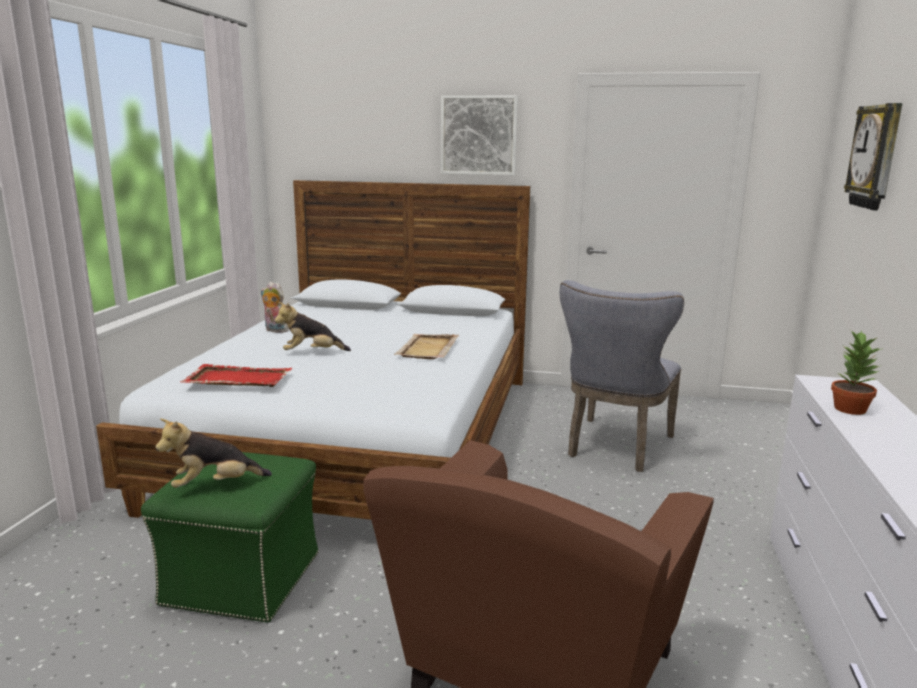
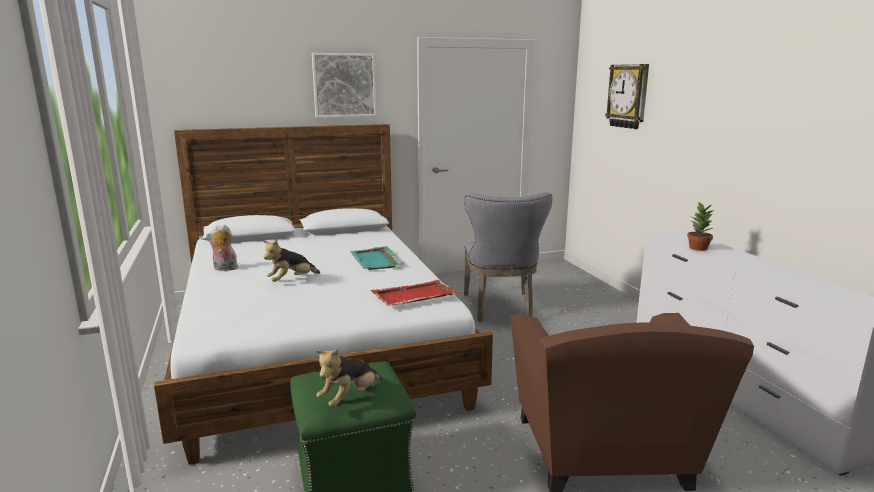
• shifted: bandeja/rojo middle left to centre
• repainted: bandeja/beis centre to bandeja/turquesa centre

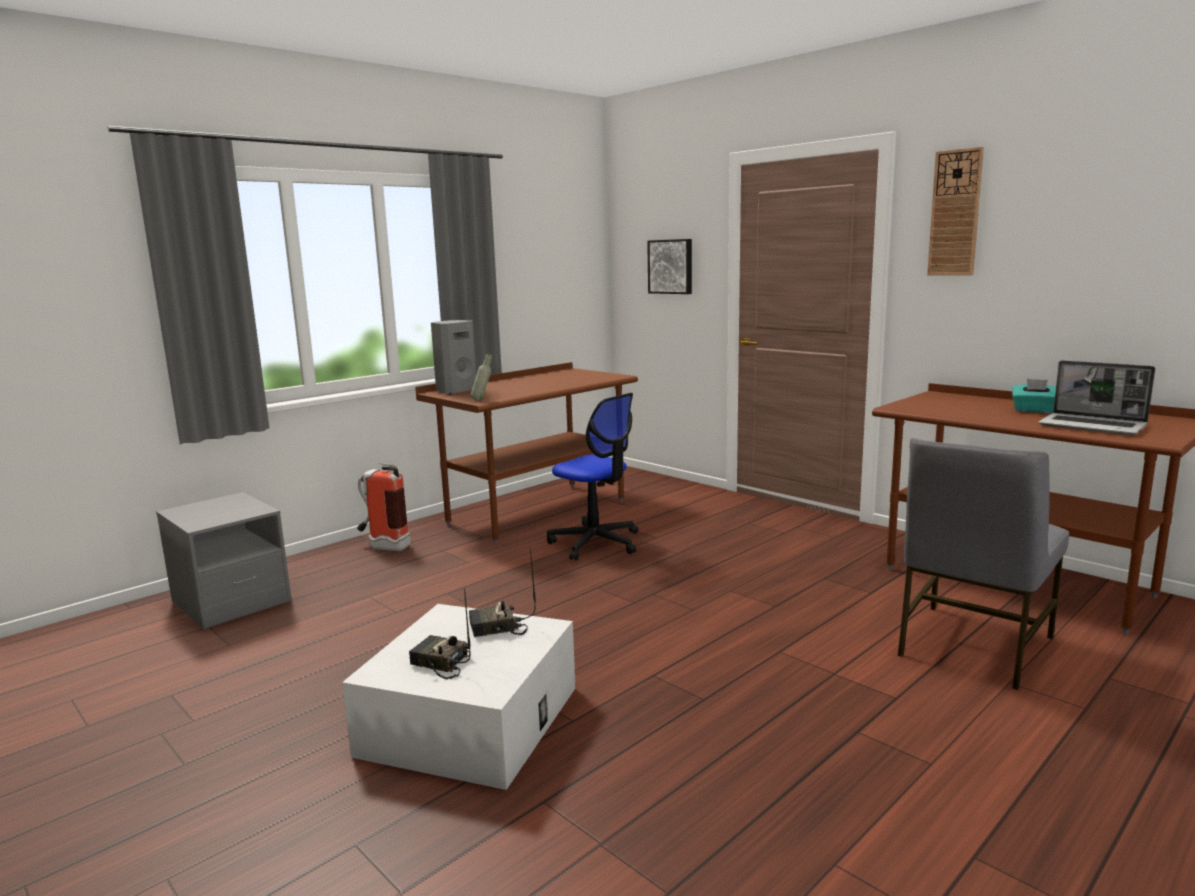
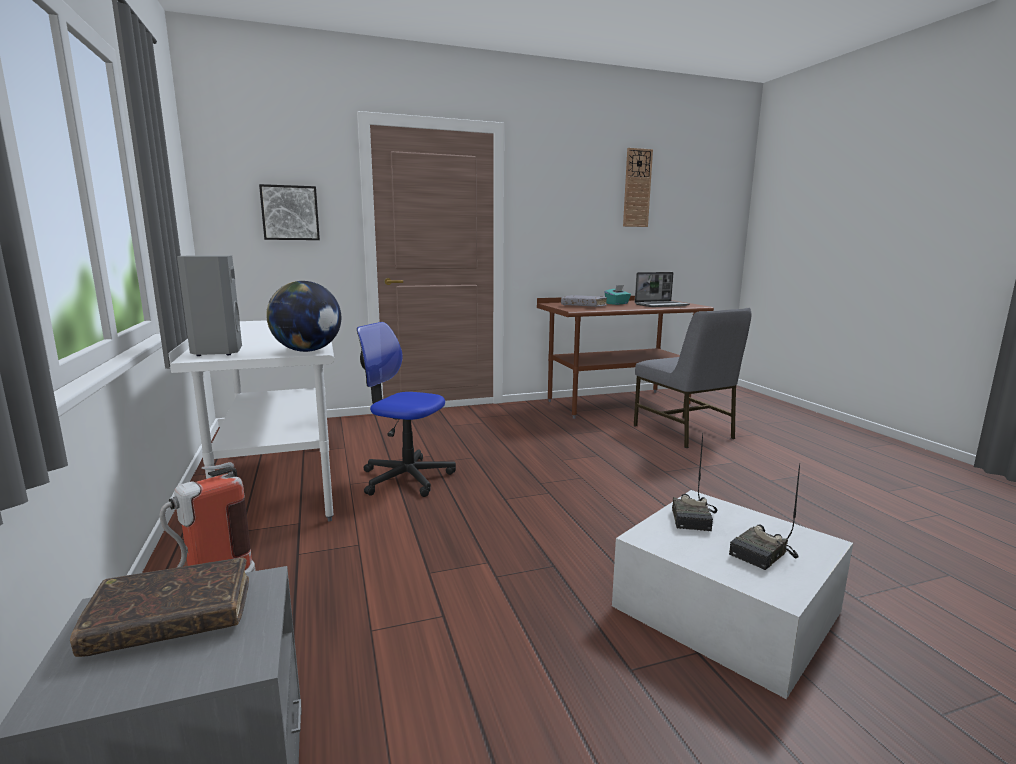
• new: libro/marrón bottom left
• new: libro/gris centre
• shifted: reloj de pared top right to top centre
• swapped: botella/gris centre to globo terráqueo middle left
• repainted: escritorio/marrón (no. 1 from left) centre to escritorio/blanco middle left
• rotated: silla de oficina centre = centre 135 degrees counterclockwise

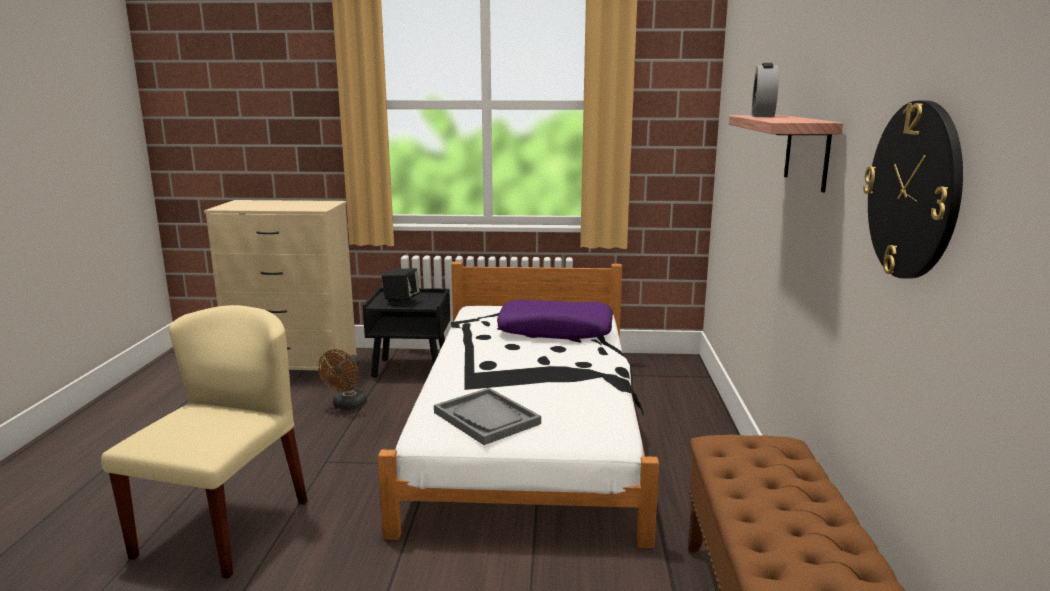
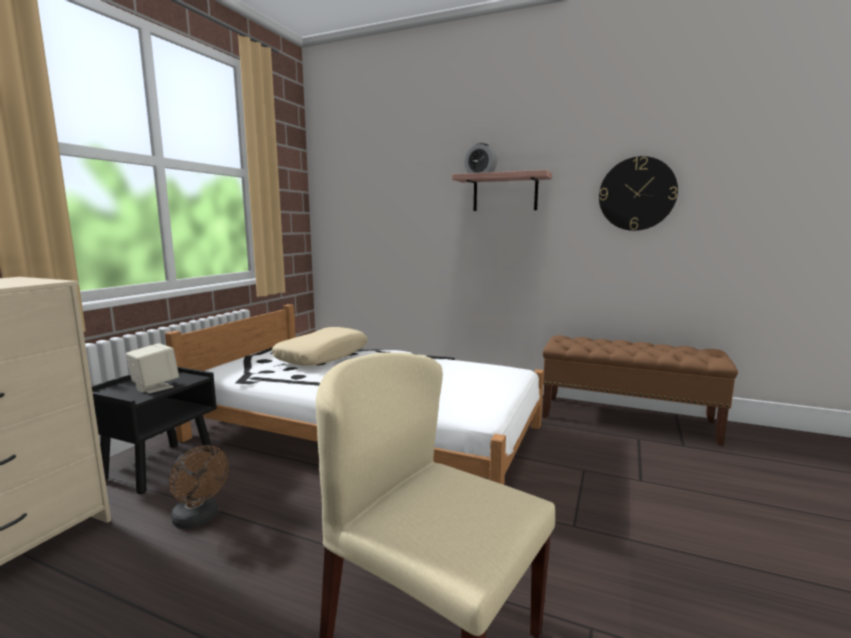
• gone: bandeja/gris bottom centre
• repainted: altavoz/negro centre to altavoz/beis middle left
• repainted: cojín/morado centre to cojín/beis centre

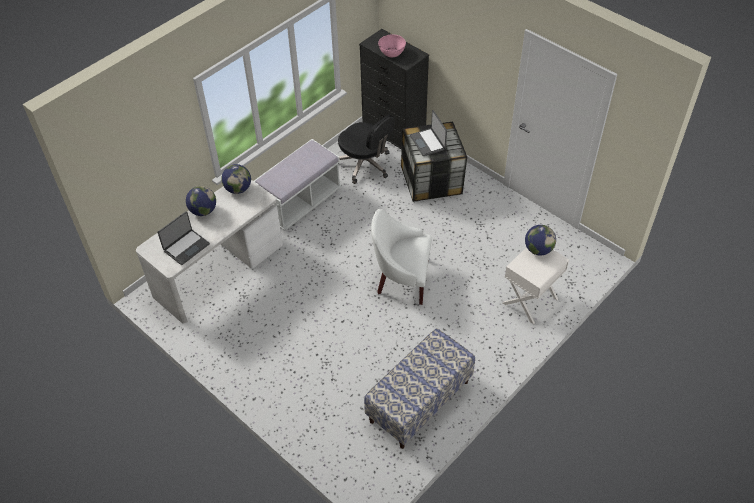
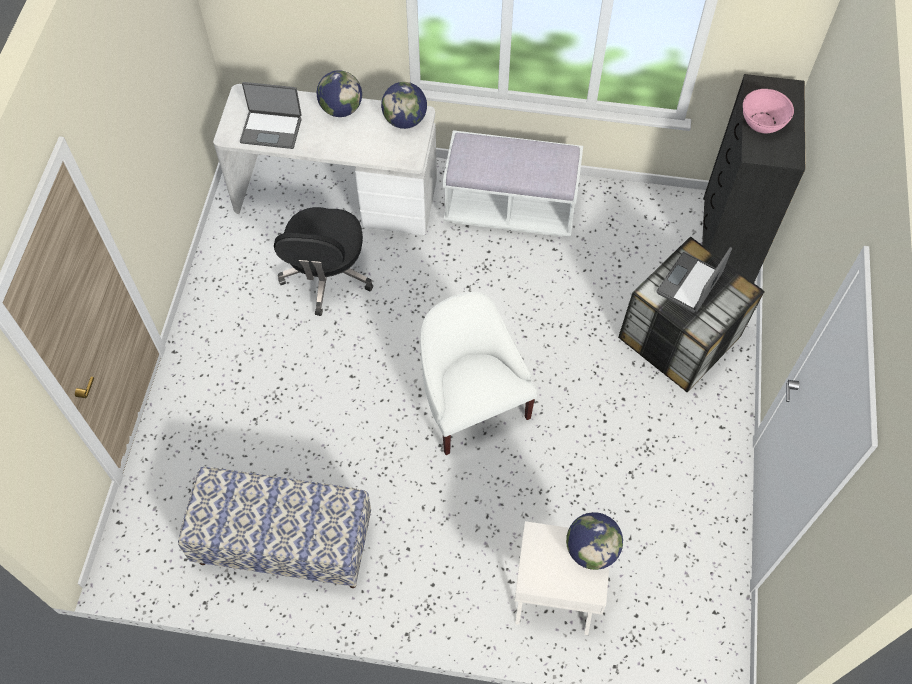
• shifted: silla de oficina/negro top centre to centre

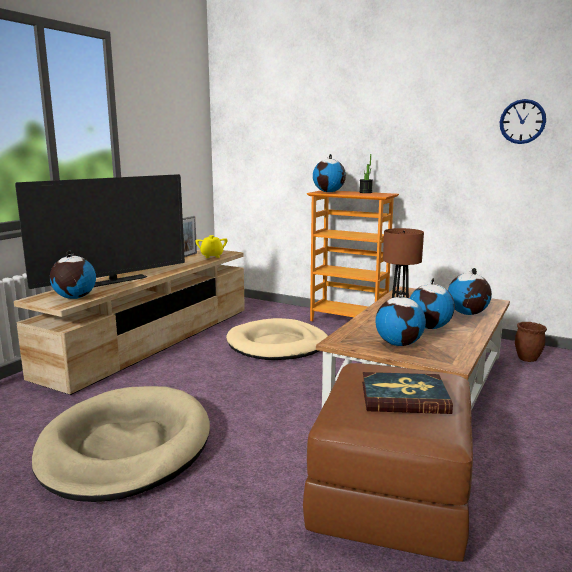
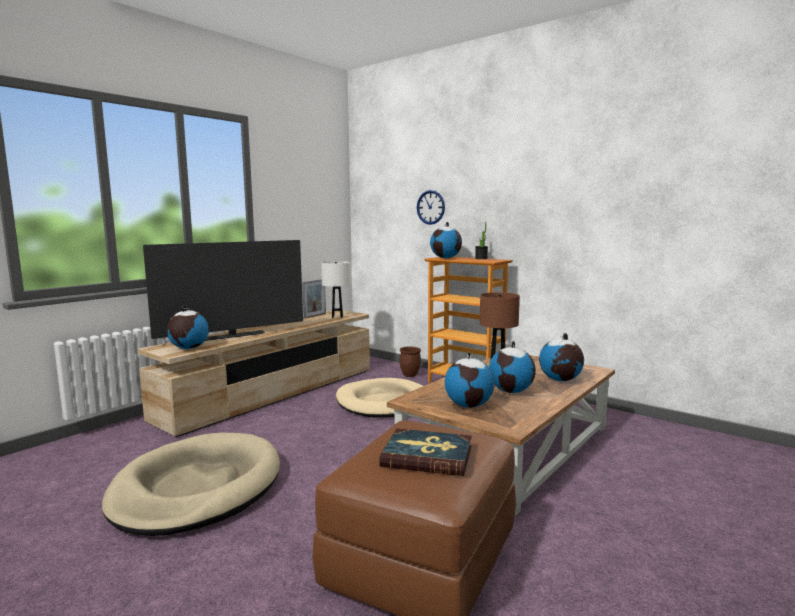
• shifted: reloj de pared top right to centre
• shifted: maceta/marrón middle right to centre
• swapped: tetera/amarillo centre to lámpara de mesa/blanco centre

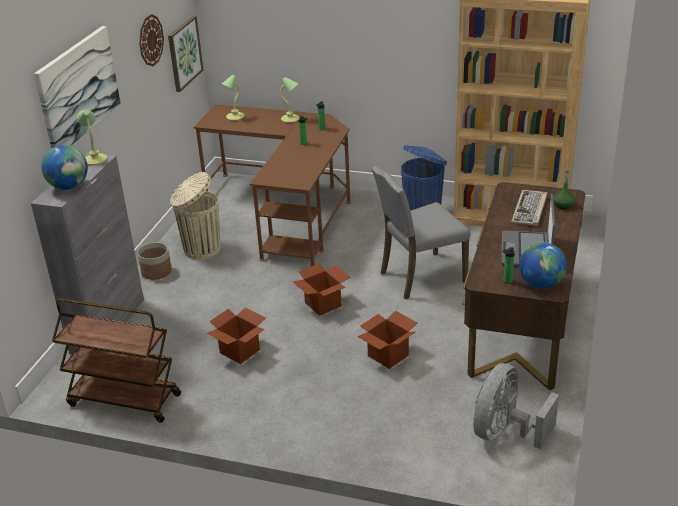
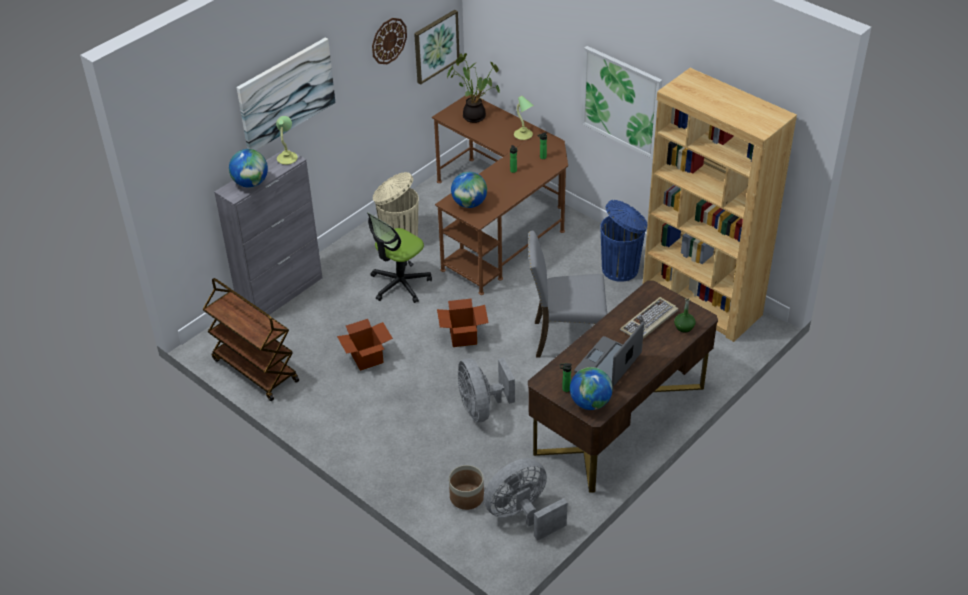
• new: silla de oficina centre
• new: globo terráqueo (no. 2 from left) top centre
• new: cuadro (no. 3 from left) top centre
• shifted: maceta middle left to bottom centre
• swapped: lámpara de mesa (no. 2 from left) top centre to planta en maceta top centre
• swapped: caja de cartón (no. 3 from left) bottom centre to ventilador/gris (no. 1 from left) centre

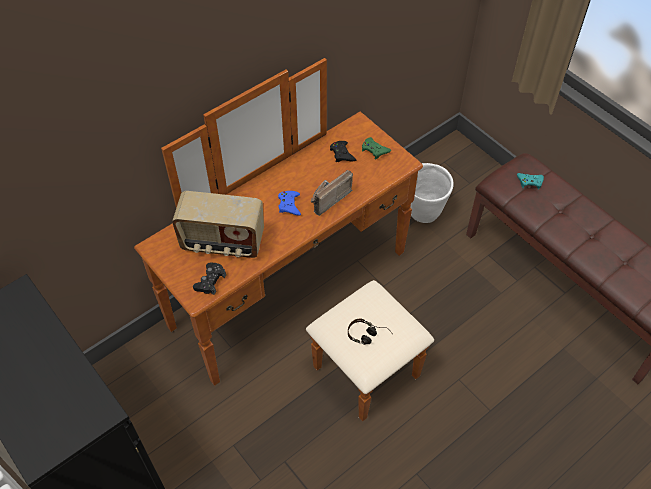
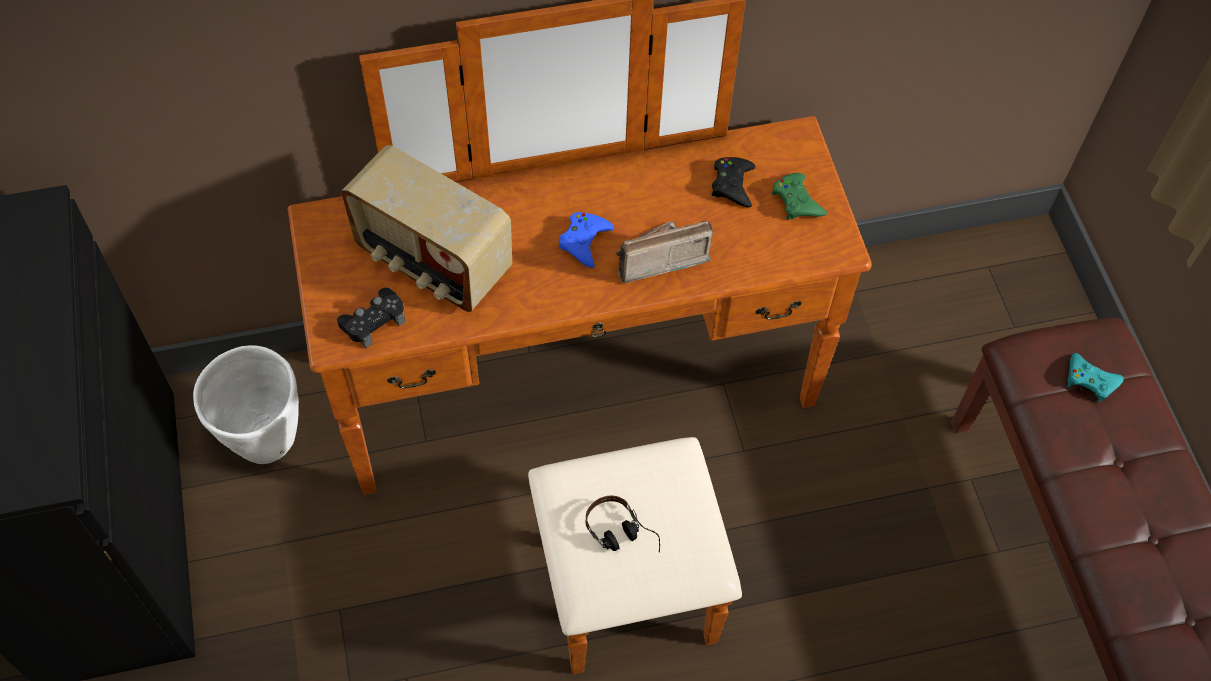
• shifted: maceta/blanco centre to middle left

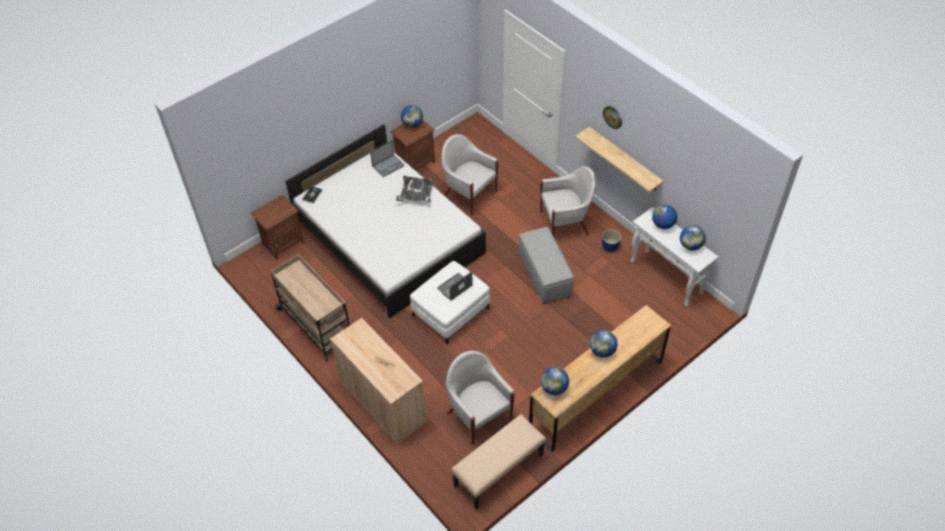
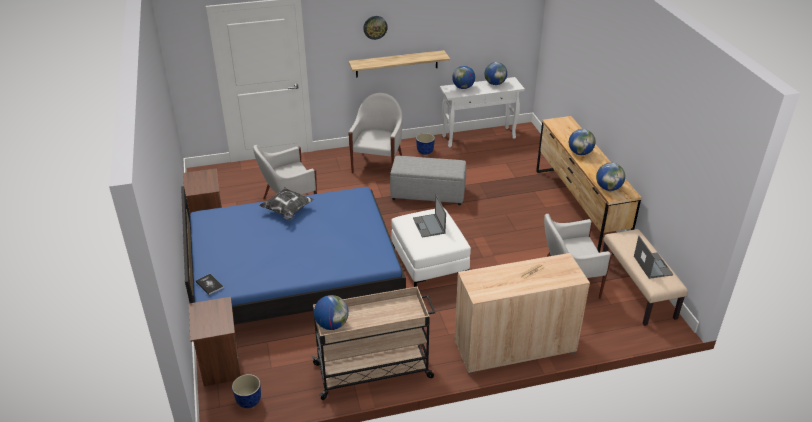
• new: maceta (no. 1 from left) bottom left
• shifted: portátil (no. 1 from left in the first image) top centre to portátil (no. 2 from left) middle right
• shifted: globo terráqueo (no. 1 from left) top centre to bottom centre
• repainted: cama/blanco centre to cama/azul centre

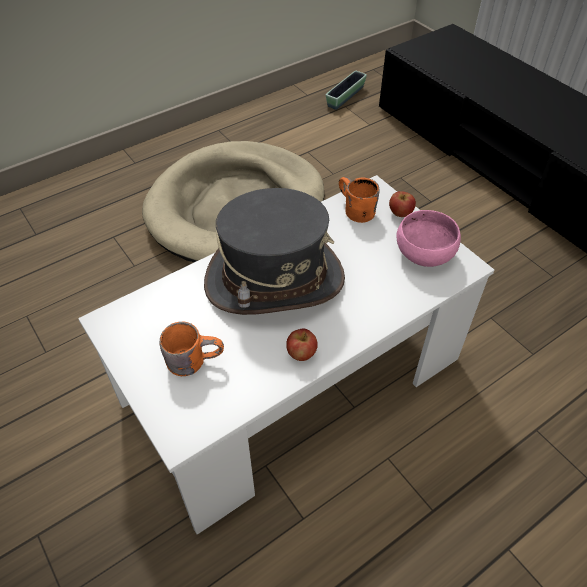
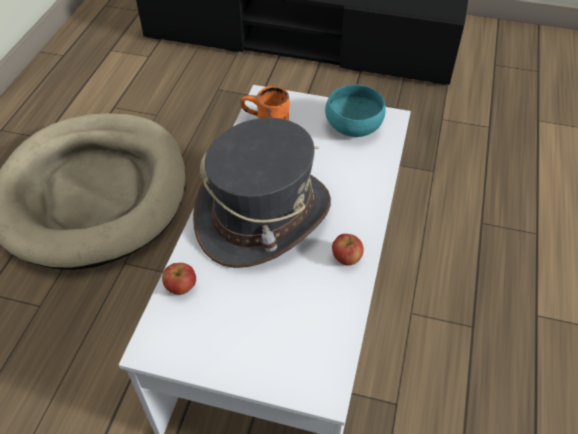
• gone: taza grande/naranja (no. 1 from left) middle left
• gone: maceta top centre
• shifted: manzana (no. 2 from left in the first image) middle right to manzana (no. 1 from left) middle left
• repainted: cuenco/rosa middle right to cuenco/turquesa top centre

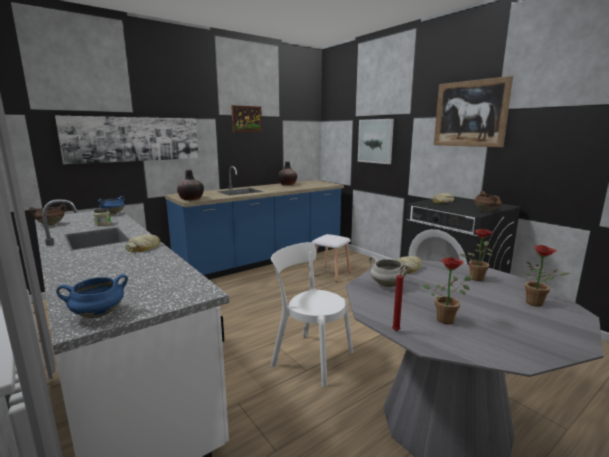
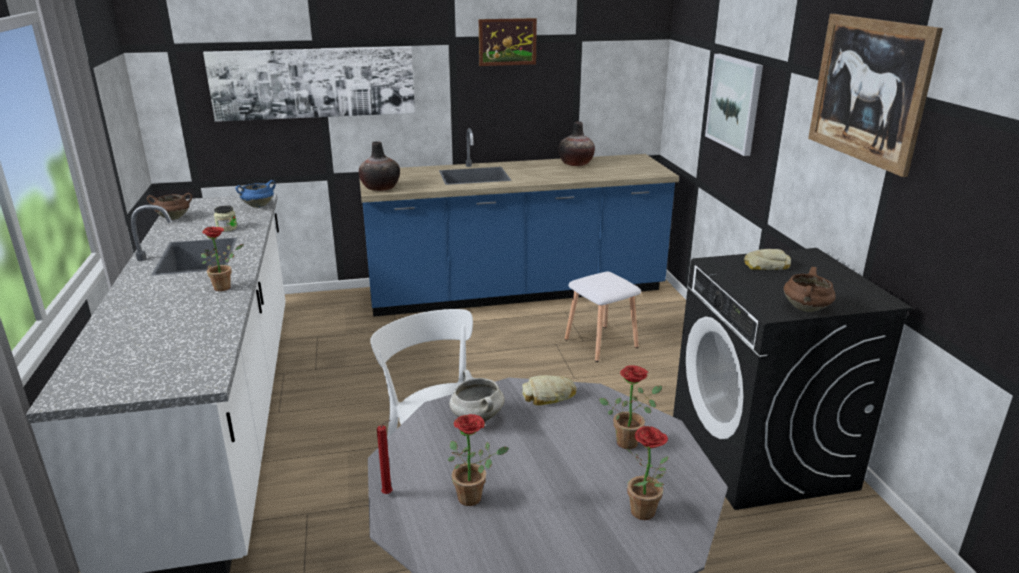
• gone: olla/azul (no. 1 from left) middle left
• swapped: pan (no. 1 from left) middle left to planta en maceta (no. 1 from left) middle left

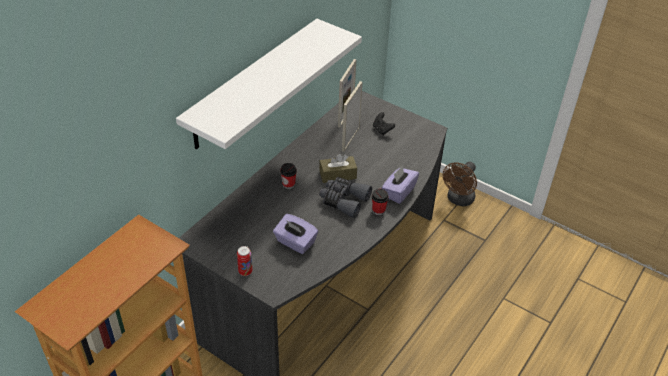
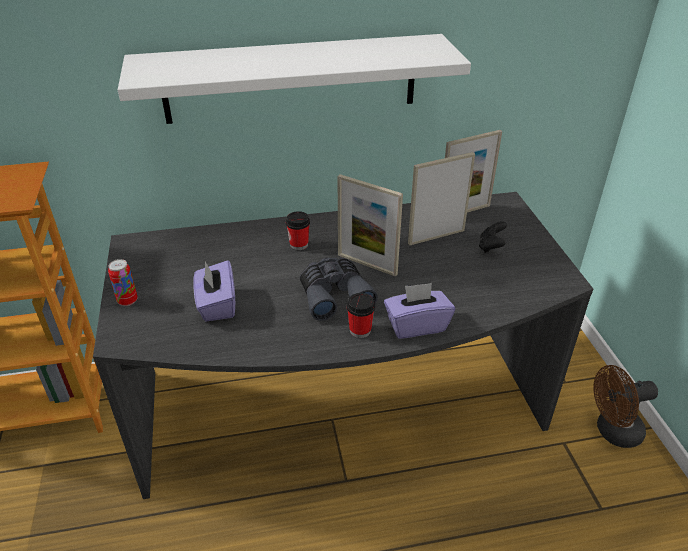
• swapped: caja de pañuelos/marrón centre to portarretratos (no. 1 from left) centre

